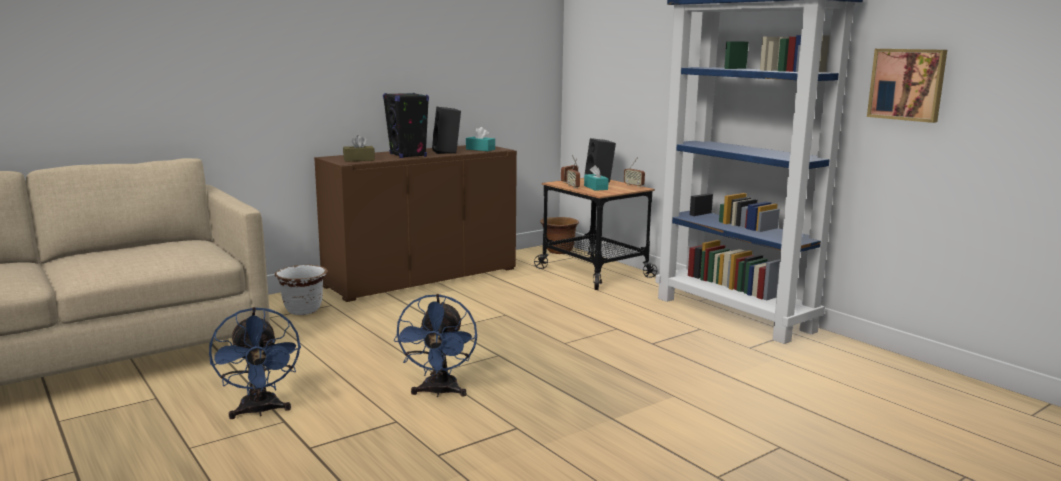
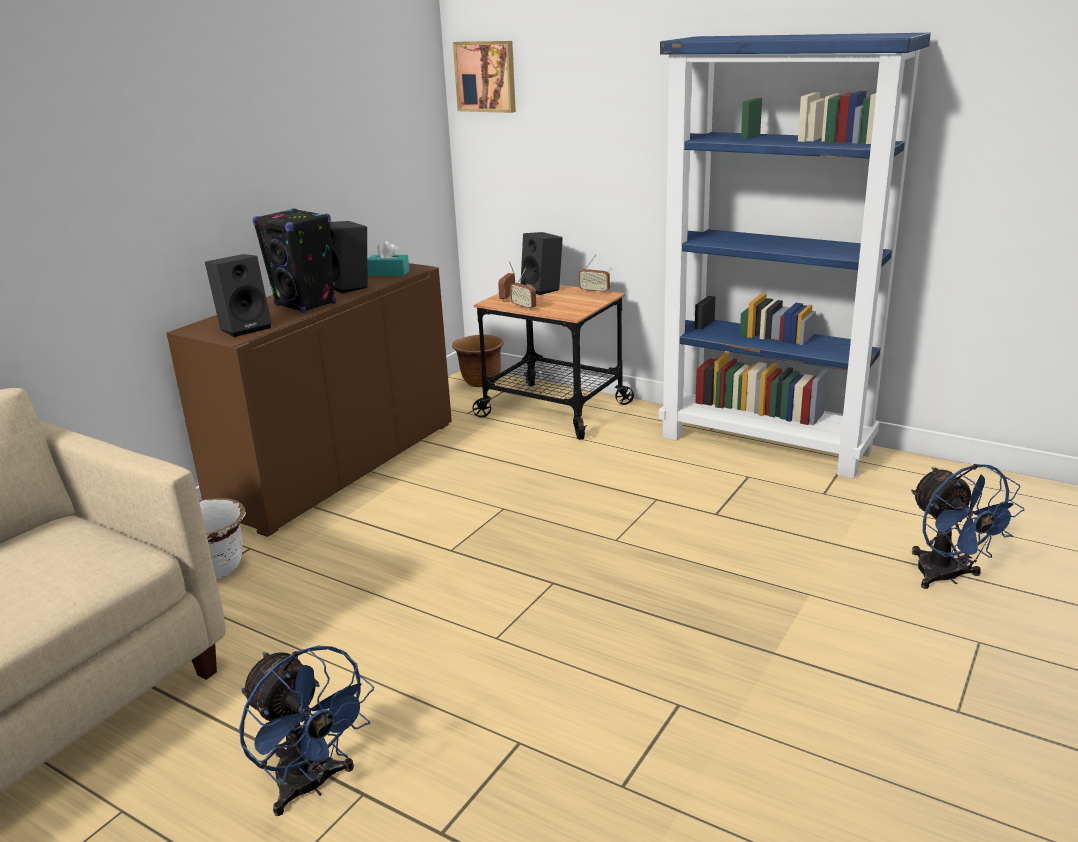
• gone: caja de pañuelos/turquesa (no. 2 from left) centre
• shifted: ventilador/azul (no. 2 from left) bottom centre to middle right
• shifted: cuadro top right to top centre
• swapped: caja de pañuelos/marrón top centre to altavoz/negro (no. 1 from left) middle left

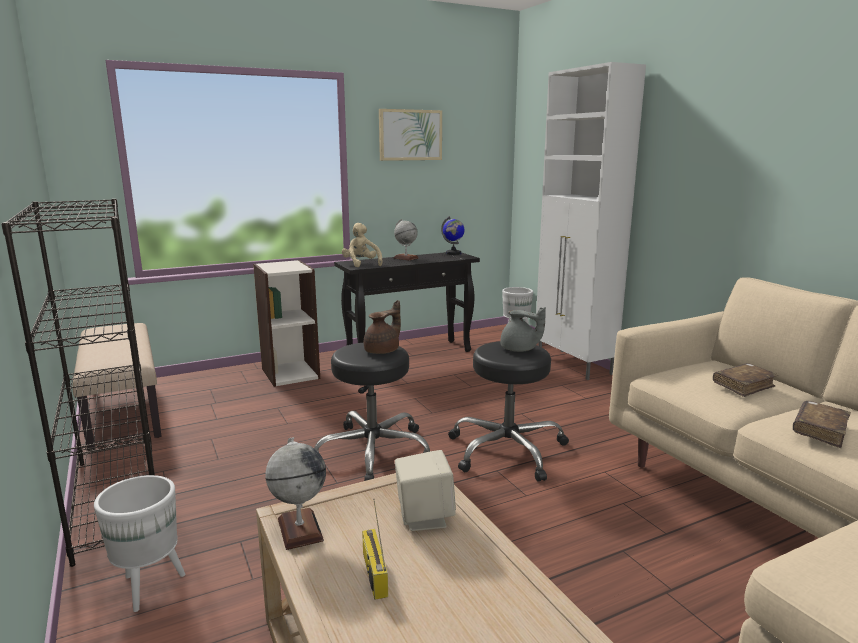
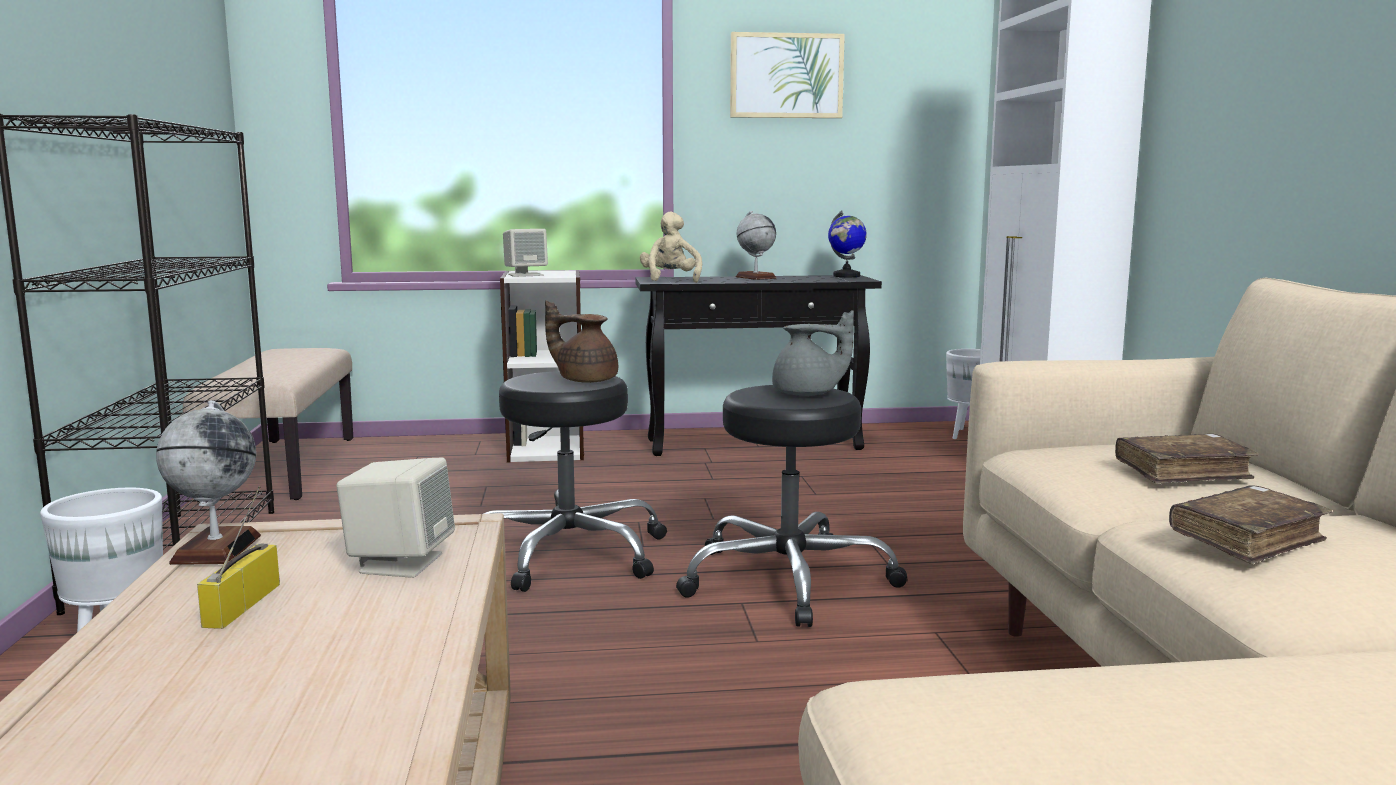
• new: altavoz/beis (no. 2 from left) top centre
• rotated: tetera/marrón centre = centre 135 degrees counterclockwise
• rotated: tetera/gris centre = centre 45 degrees counterclockwise

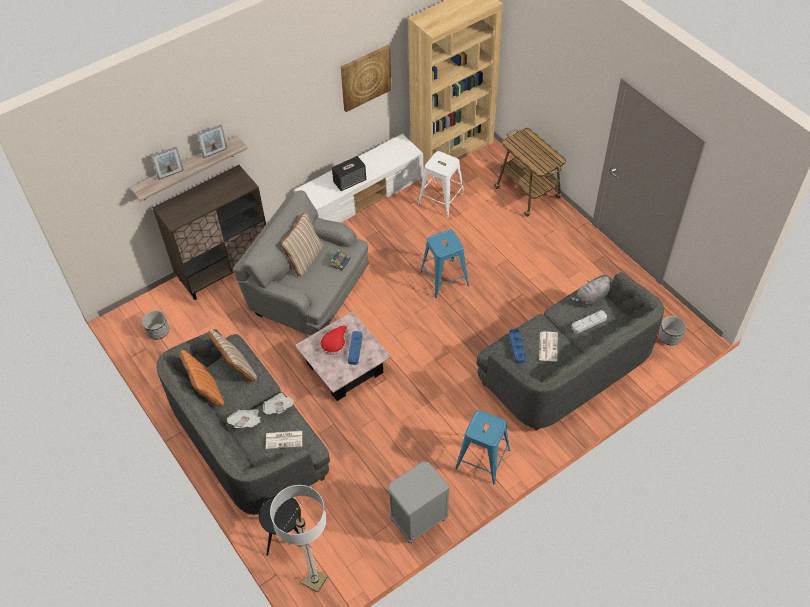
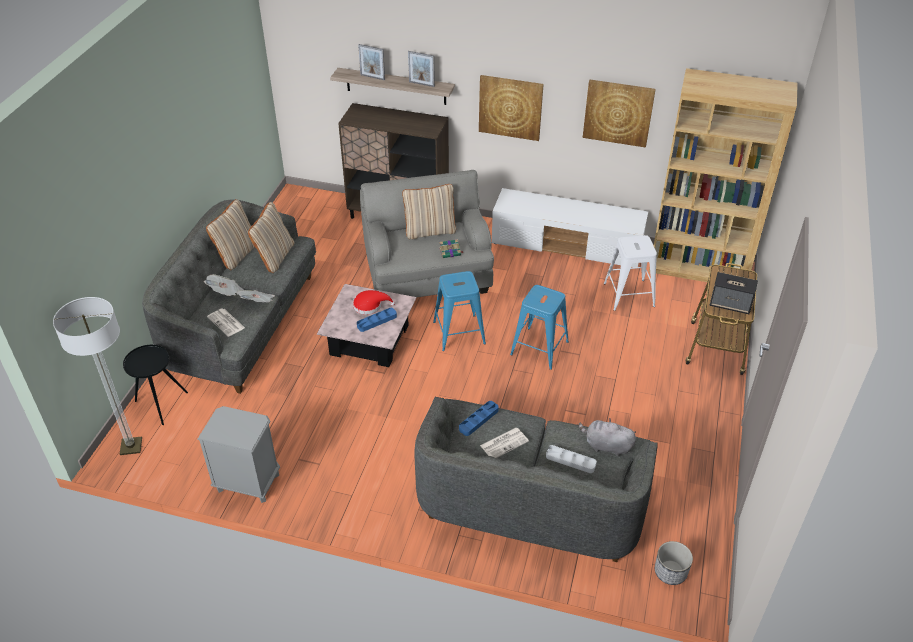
• gone: maceta (no. 1 from left) middle left
• new: cuadro (no. 1 from left) top centre
• shifted: altavoz top centre to middle right
• shifted: taburete/azul (no. 2 from left in the first image) bottom centre to taburete/azul (no. 1 from left) centre
• repainted: cojín/naranja middle left to cojín/beis (no. 1 from left) middle left

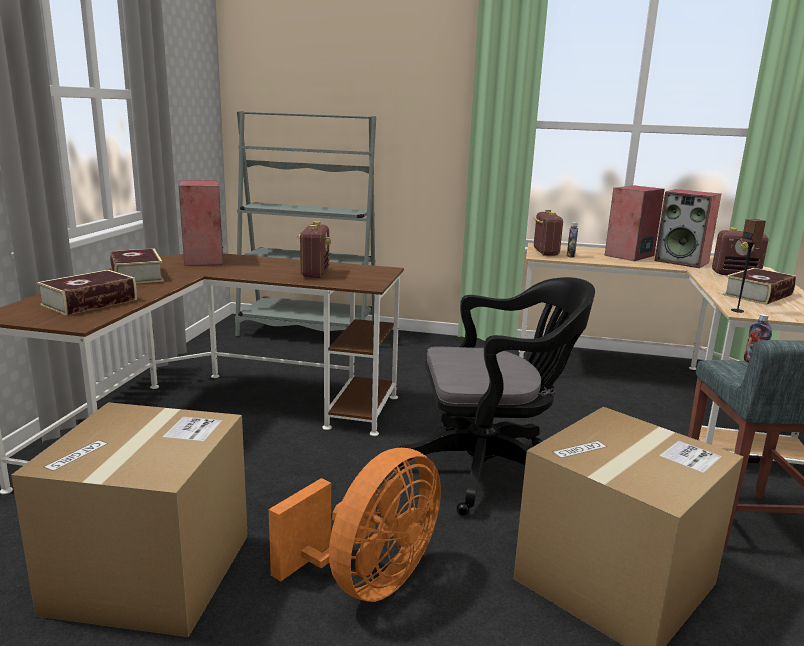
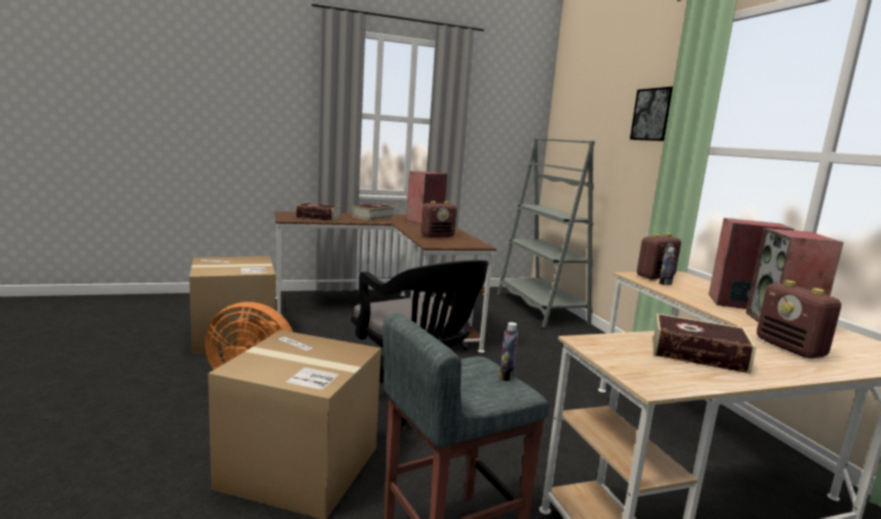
• gone: altavoz (no. 4 from left) middle right
• new: cuadro top right

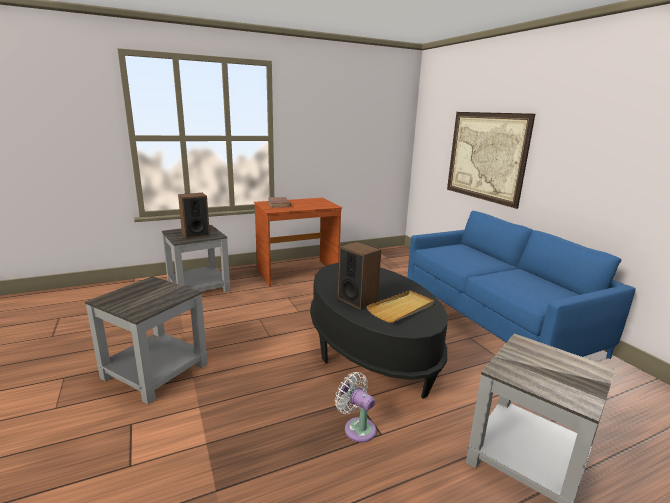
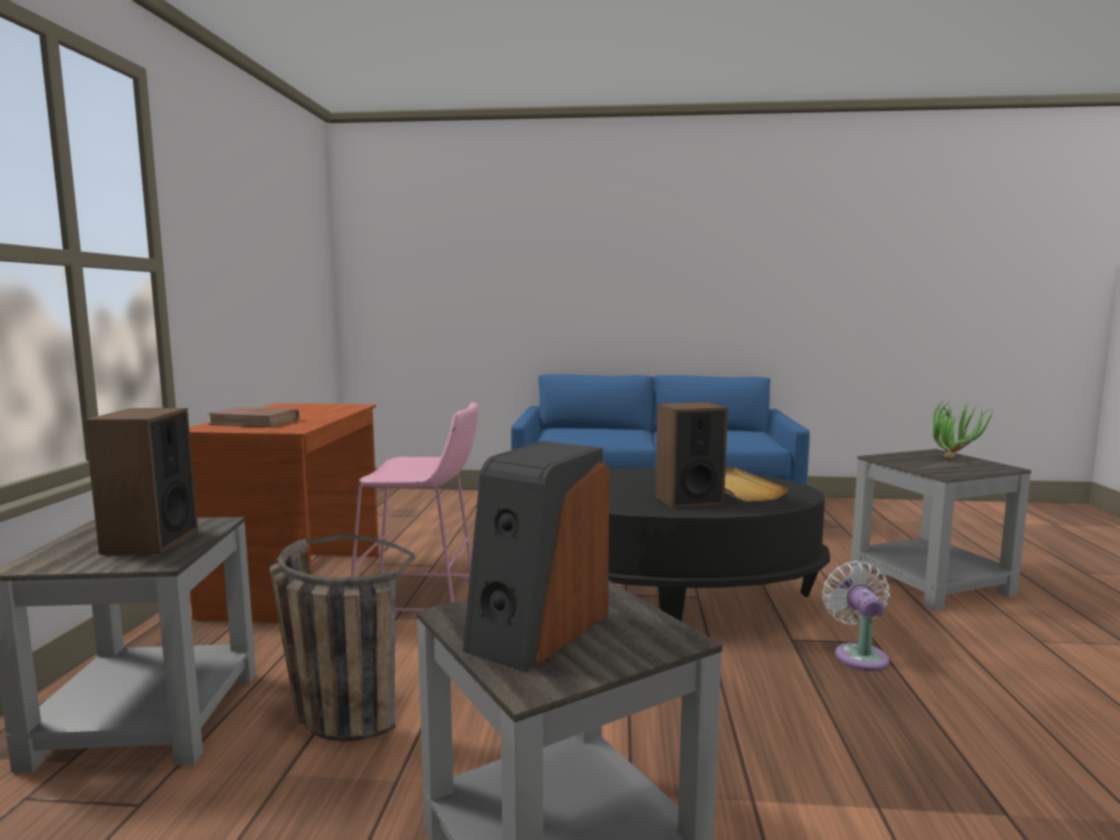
• gone: cuadro top right
• new: cesta bottom left
• new: taburete/rosa centre
• new: altavoz (no. 2 from left) centre
• new: planta en maceta middle right
• rotated: ventilador/blanco bottom centre = bottom right 105 degrees clockwise

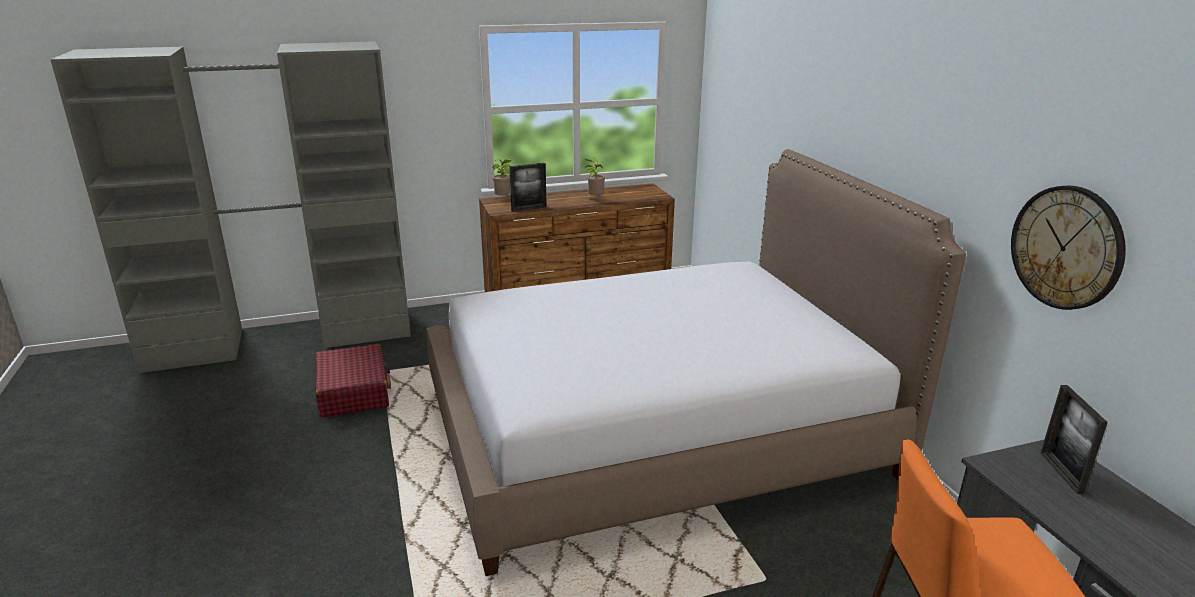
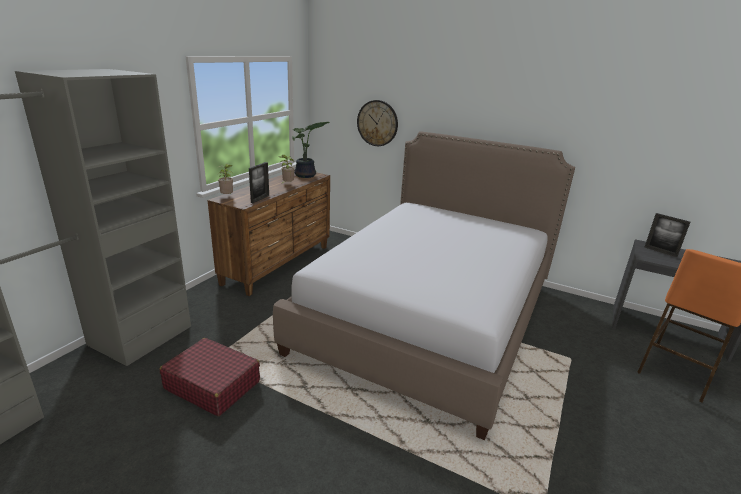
• new: planta en maceta (no. 3 from left) top centre
• shifted: reloj de pared middle right to top centre

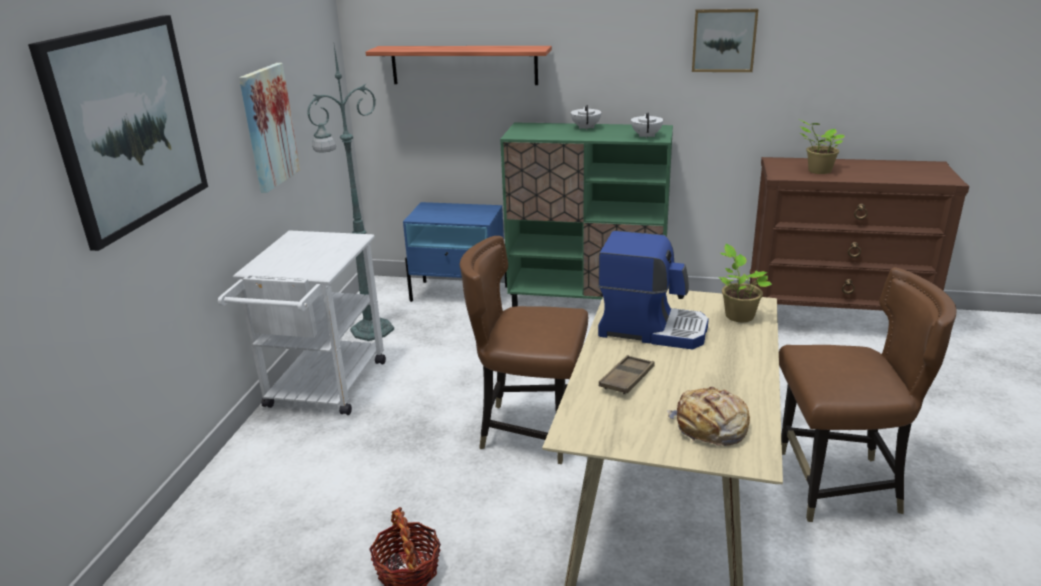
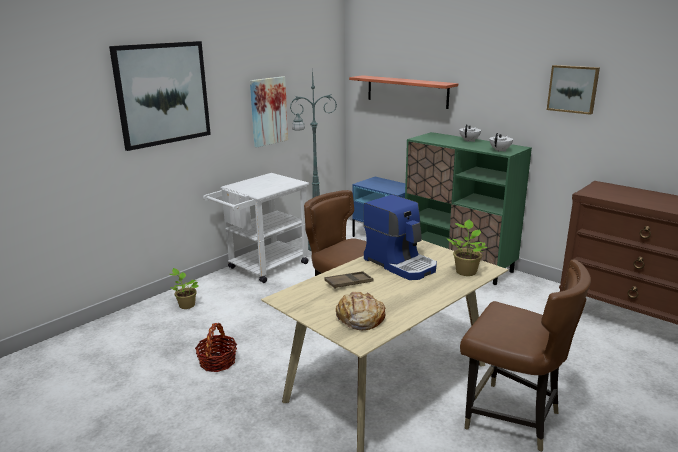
• shifted: planta en maceta (no. 2 from left in the first image) top right to planta en maceta (no. 1 from left) middle left

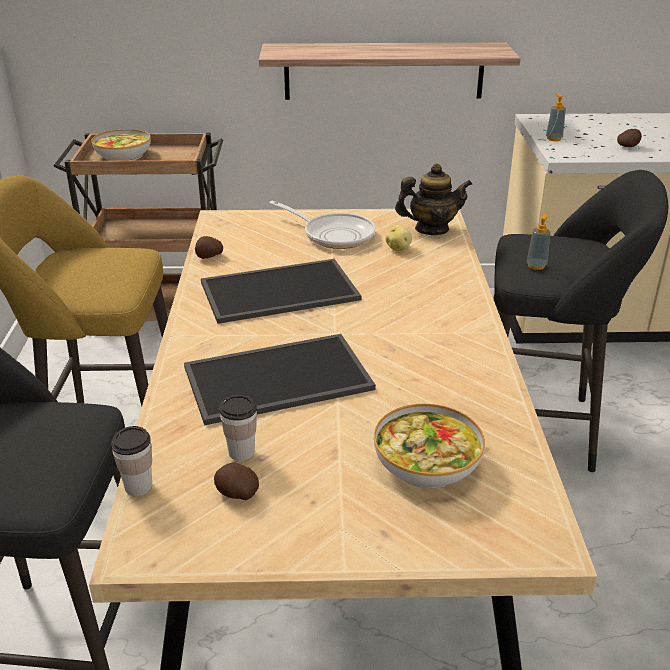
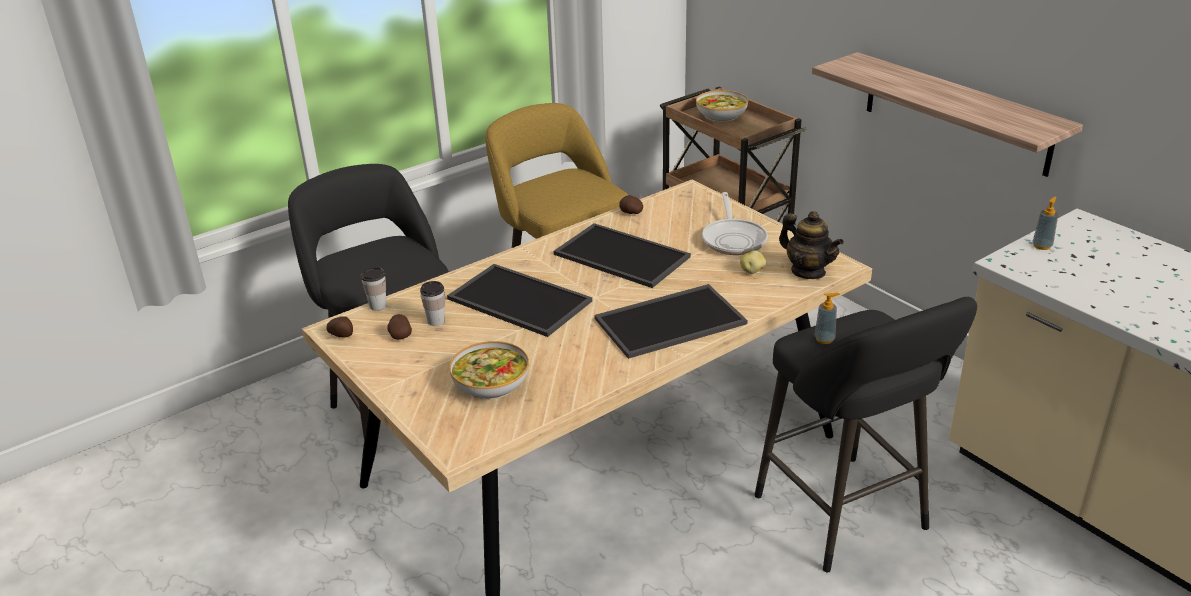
• new: bandeja (no. 3 from left) centre
• shifted: patata (no. 4 from left in the first image) top right to patata (no. 1 from left) middle left

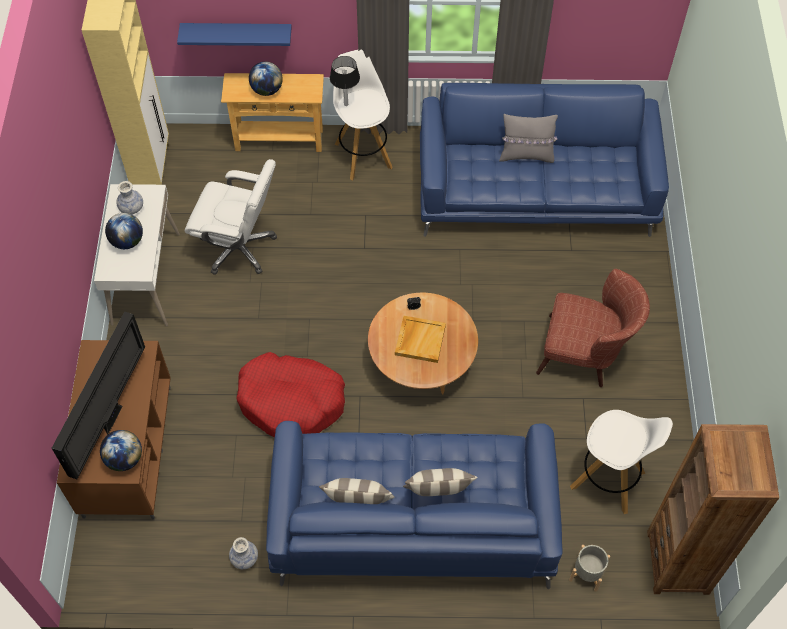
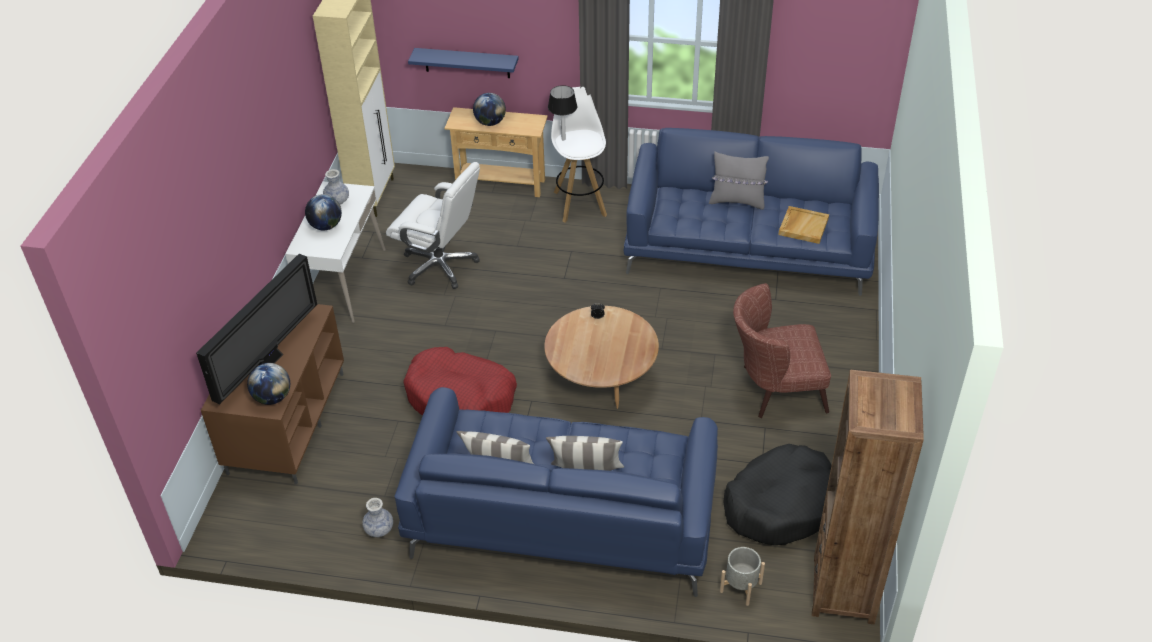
• shifted: bandeja/beis centre to middle right
• swapped: taburete/blanco (no. 2 from left) bottom right to cama para perro/negro bottom right
• rotated: sillón/marrón middle right = middle right 150 degrees clockwise

